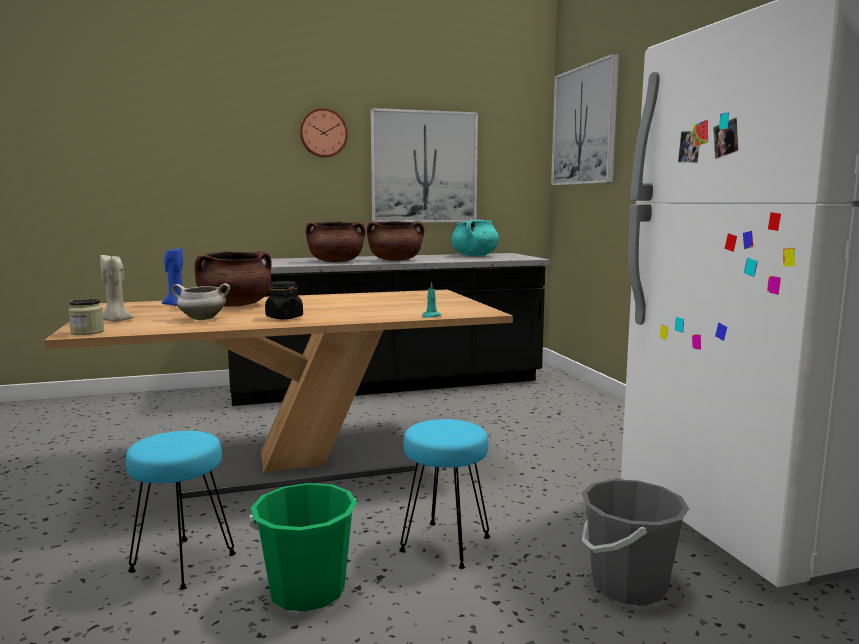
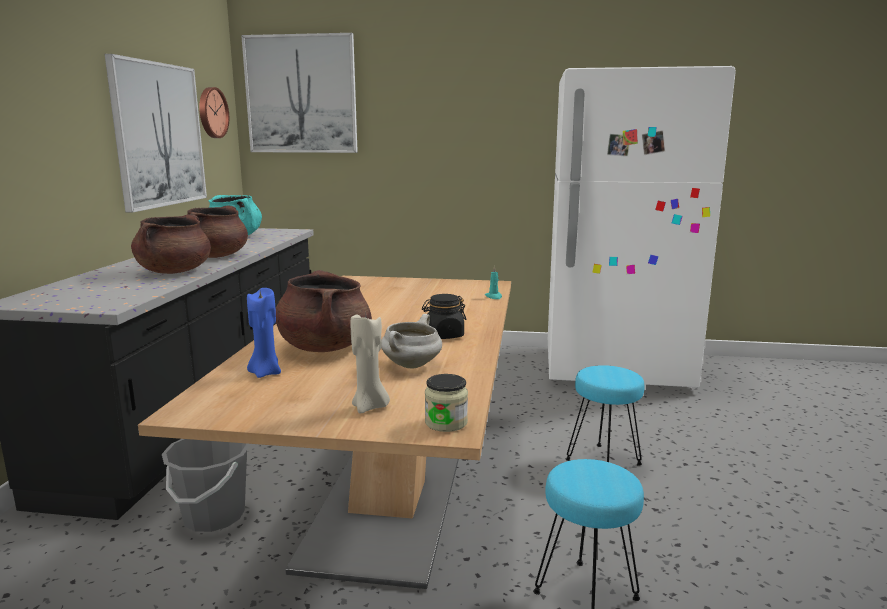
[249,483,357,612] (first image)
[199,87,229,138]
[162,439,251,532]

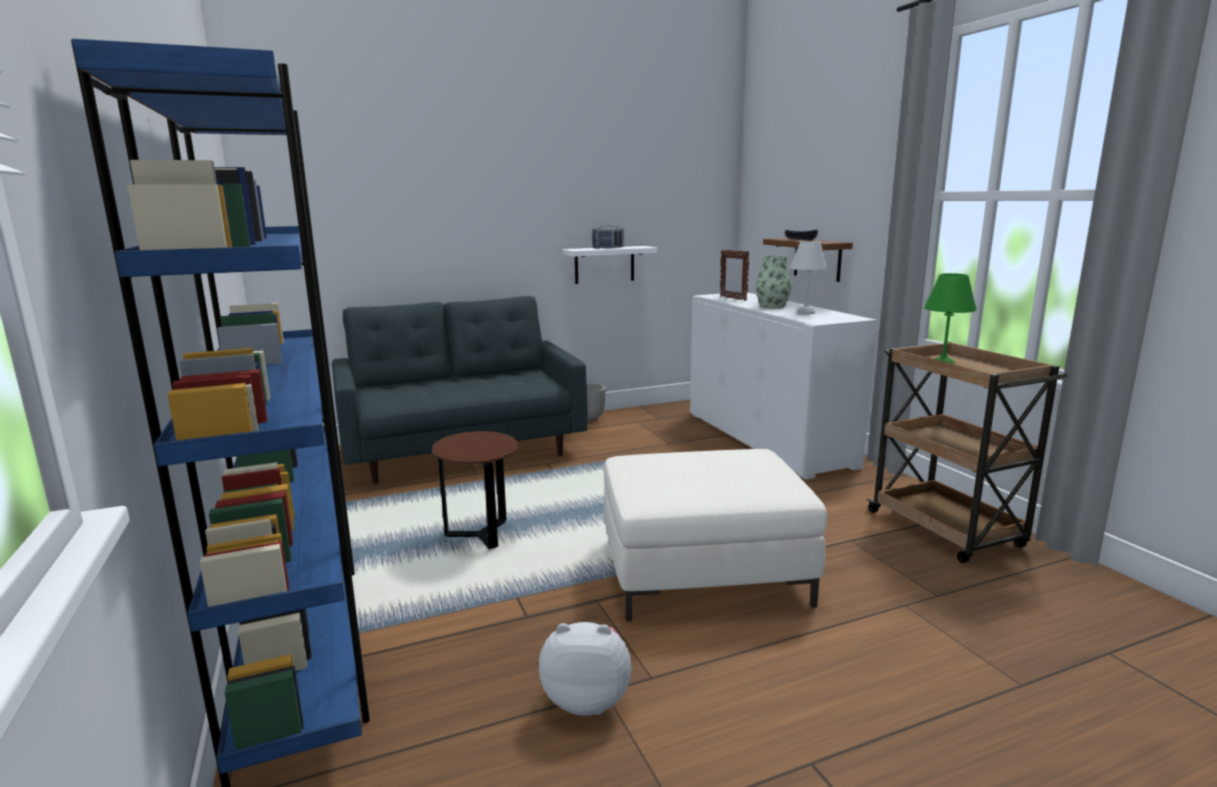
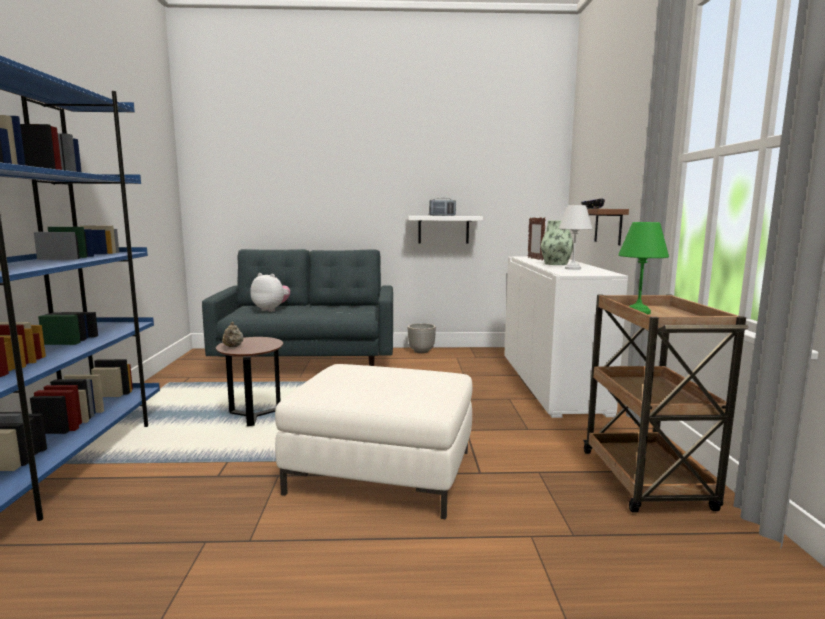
[250,273,290,312]
[222,322,243,347]

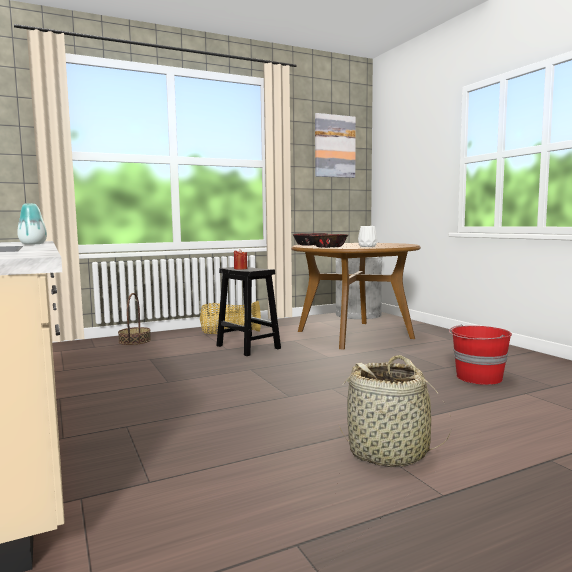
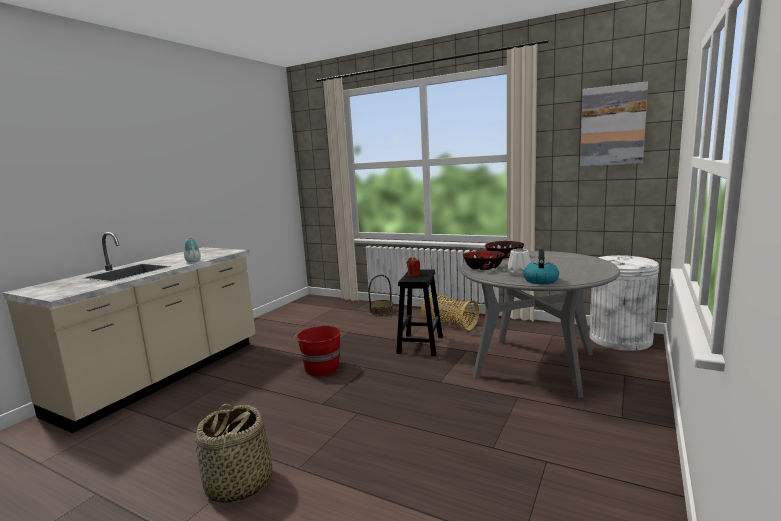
[460,251,620,398]
[294,325,341,376]
[523,249,559,284]

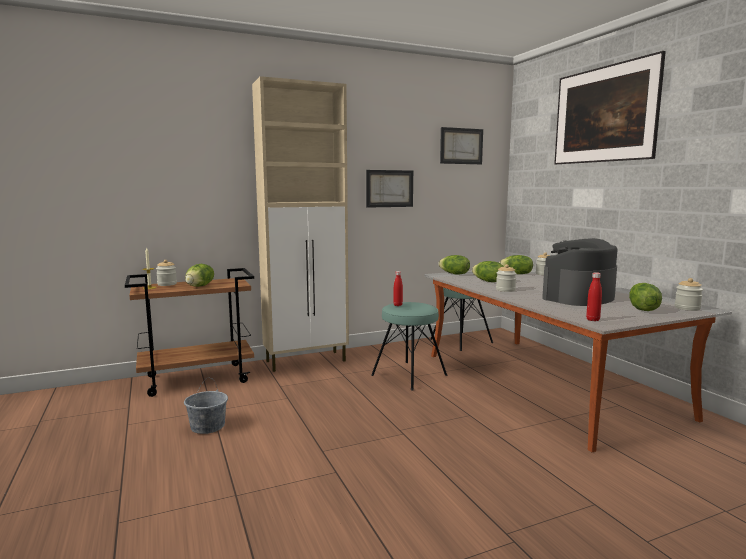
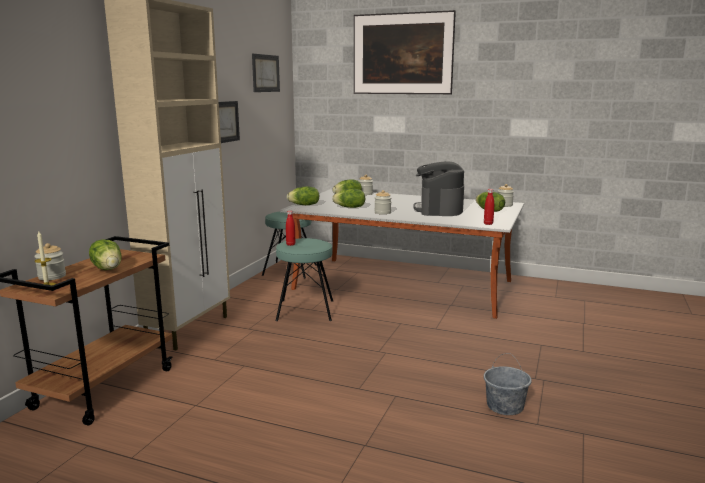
[484,353,532,415]

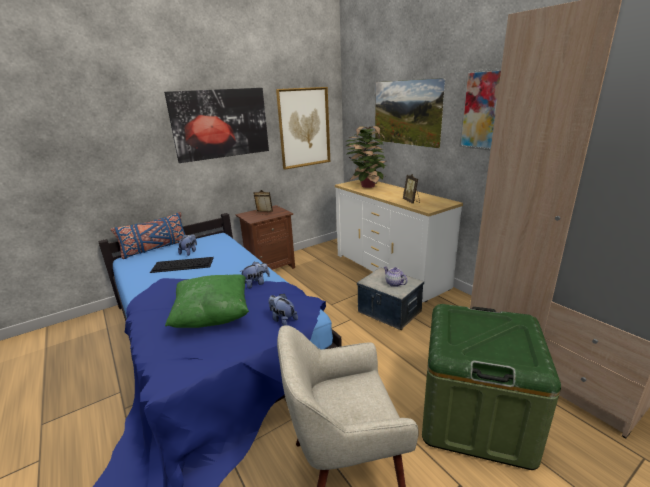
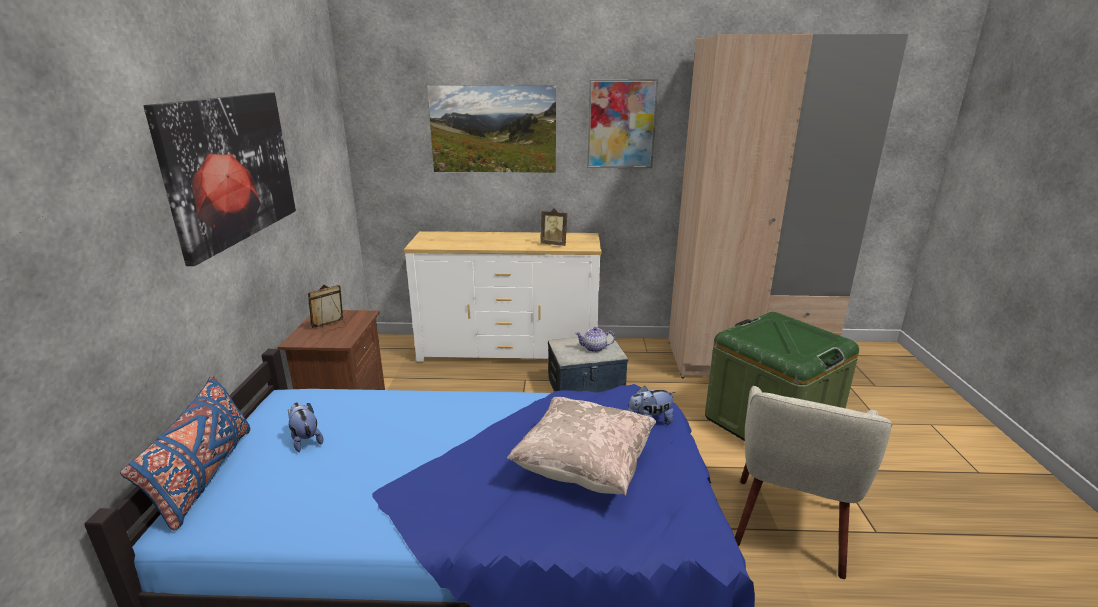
[150,257,214,273] (first image)
[507,397,656,496]
[239,262,270,289] (first image)
[276,87,330,170] (first image)
[345,126,387,188] (first image)

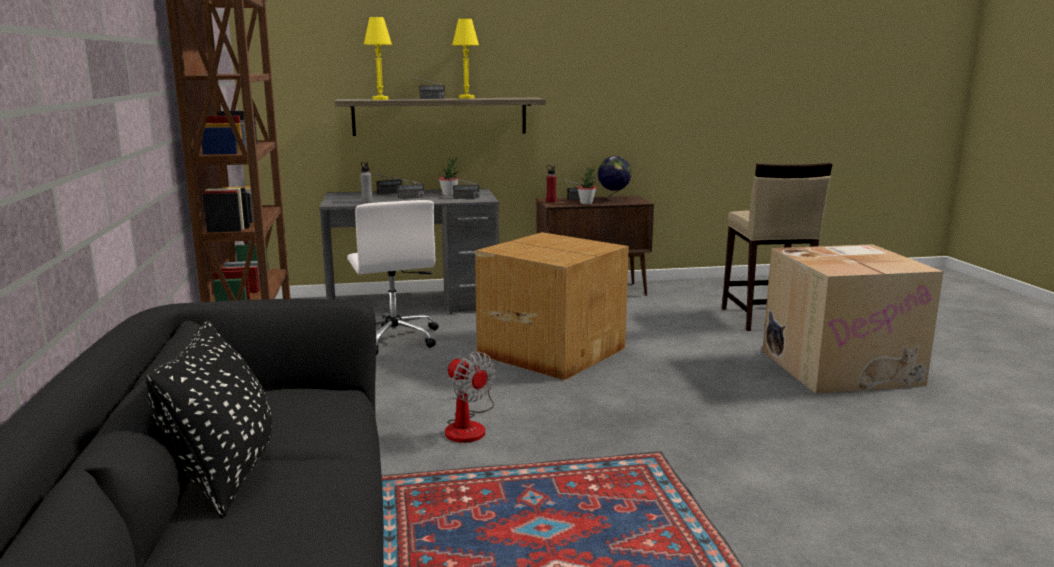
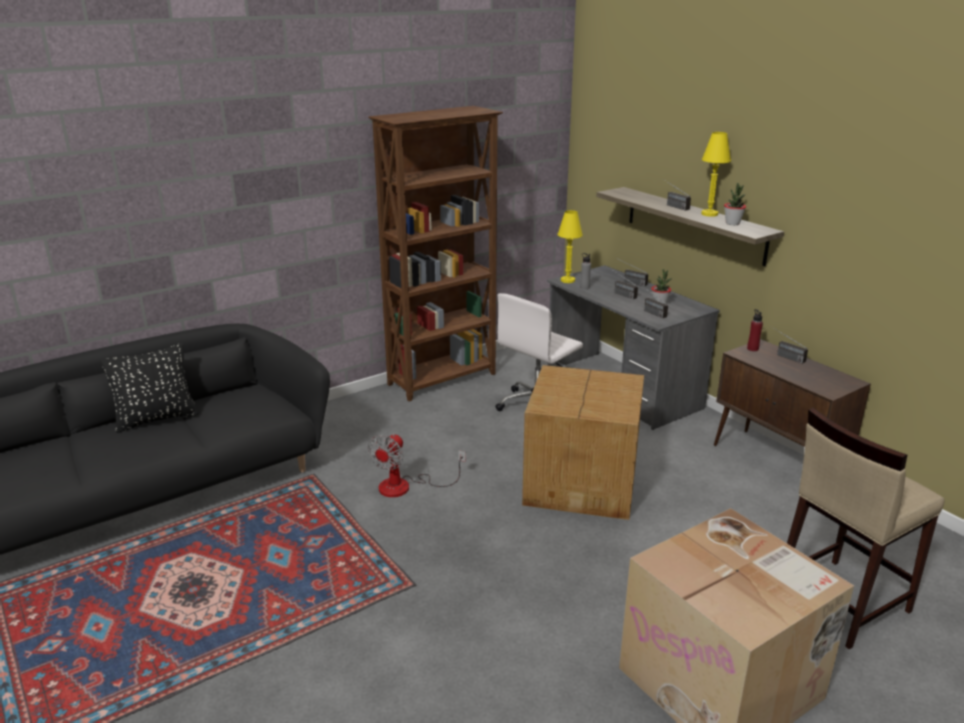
[558,210,583,283]
[724,183,746,225]
[598,156,632,201] (first image)

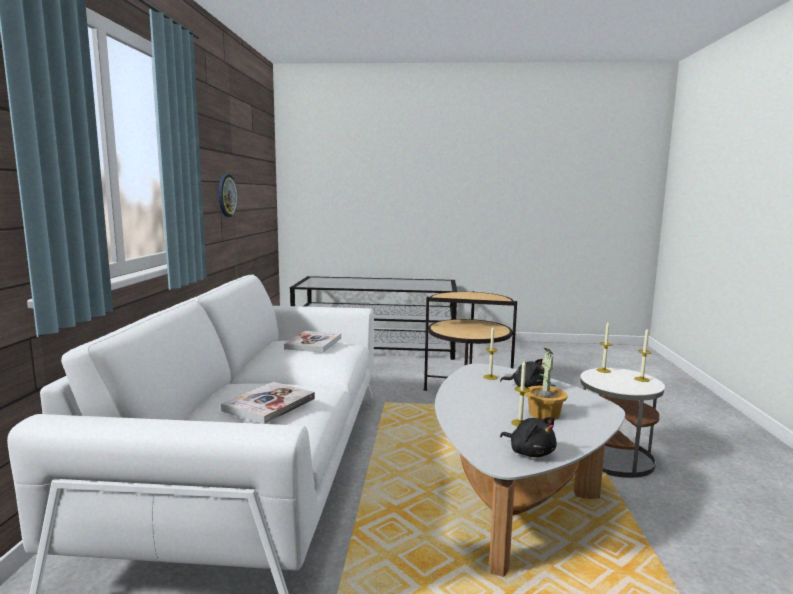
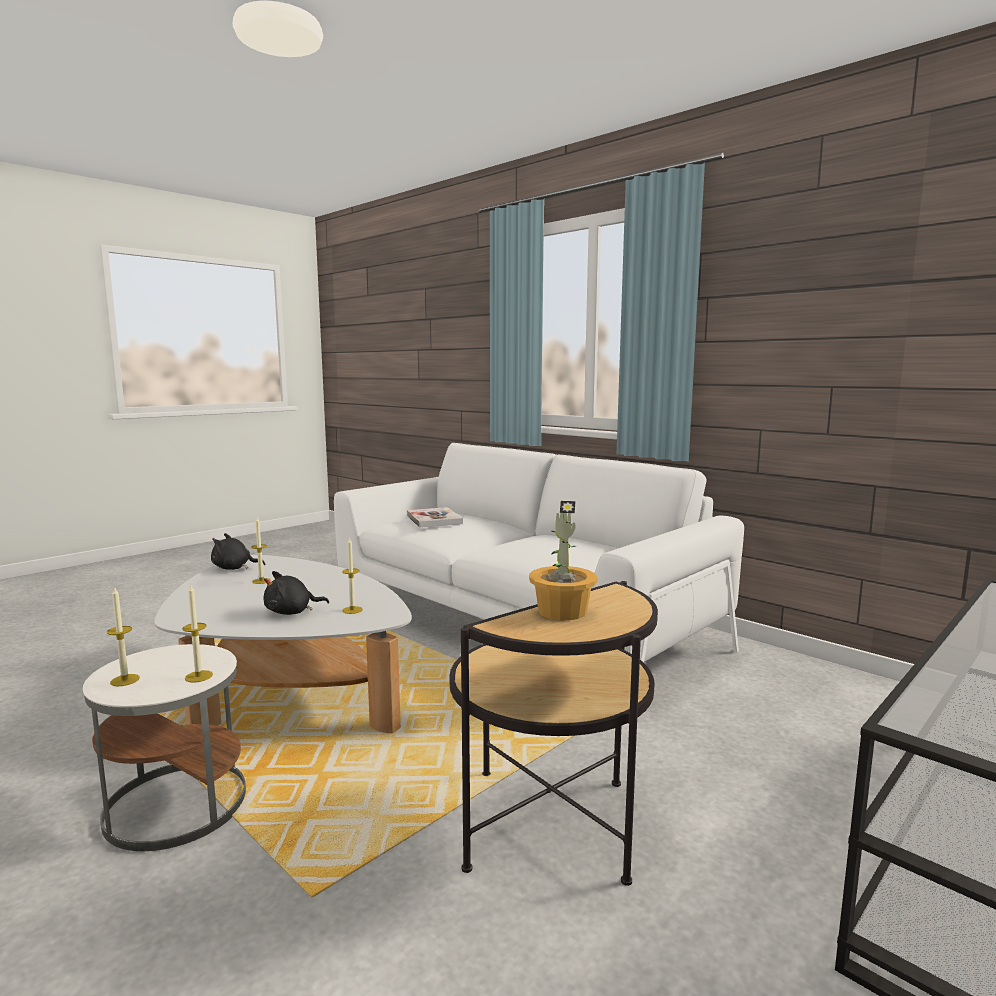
[218,174,238,217] (first image)
[284,331,341,353] (first image)
[529,501,598,620]

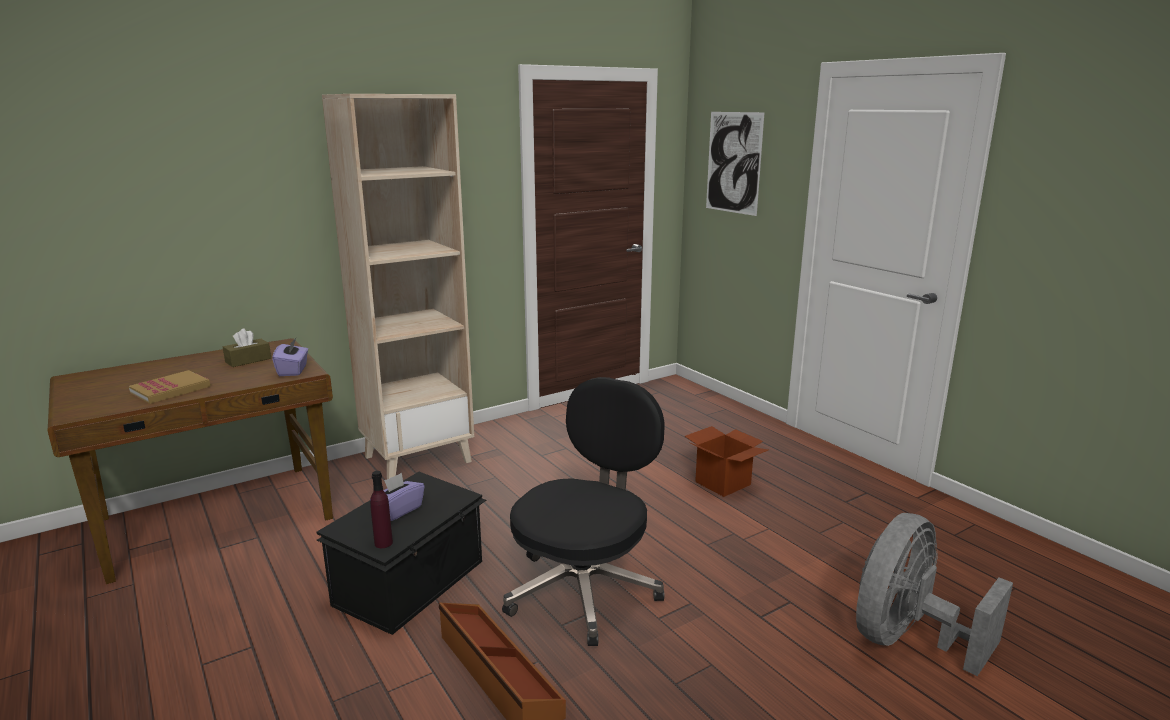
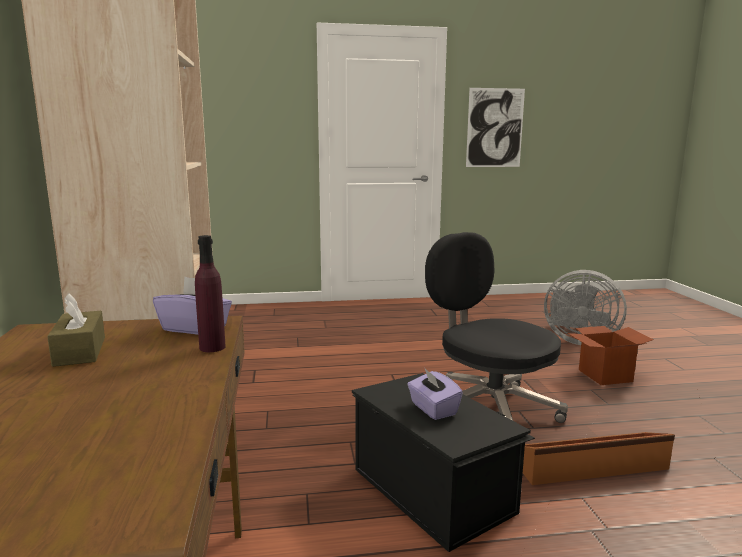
[129,370,211,404] (first image)
[195,235,226,352]
[567,326,654,385]
[466,88,525,167]
[544,270,627,345]

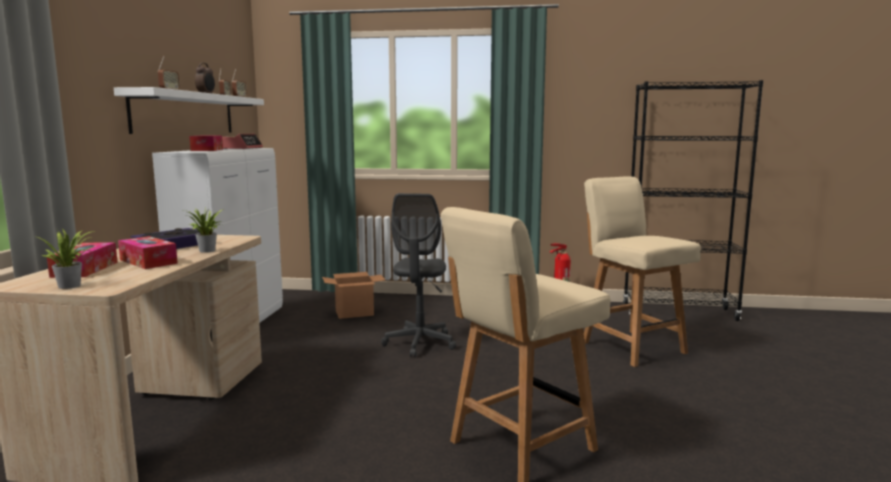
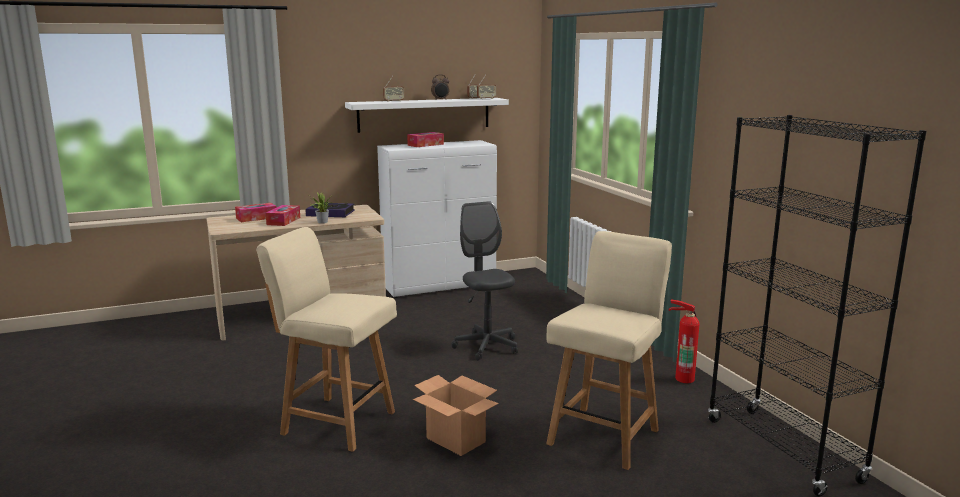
[37,229,95,289] (first image)
[222,134,263,149] (first image)
[413,375,499,456]
[451,201,518,361]

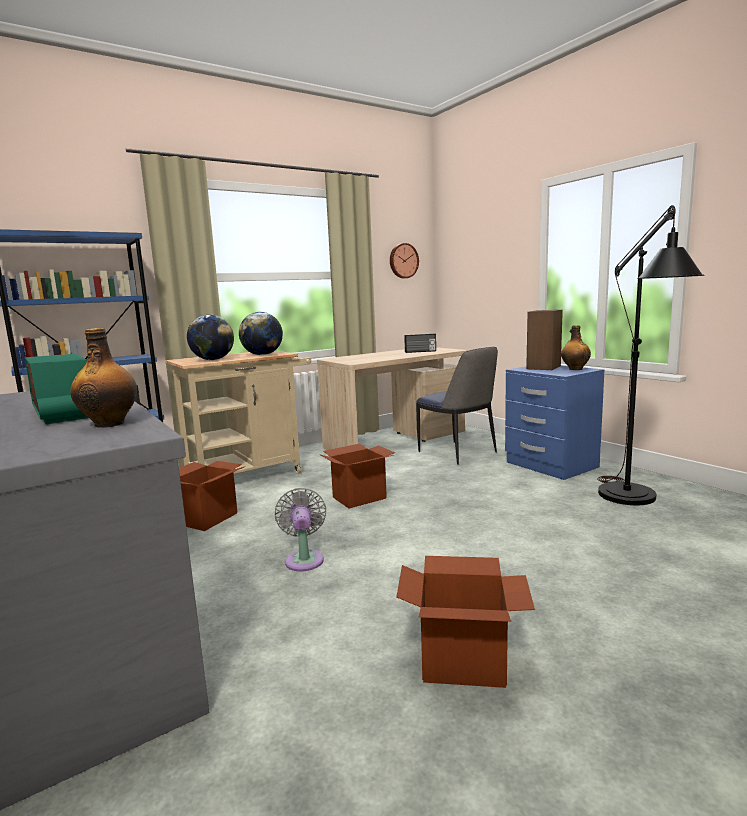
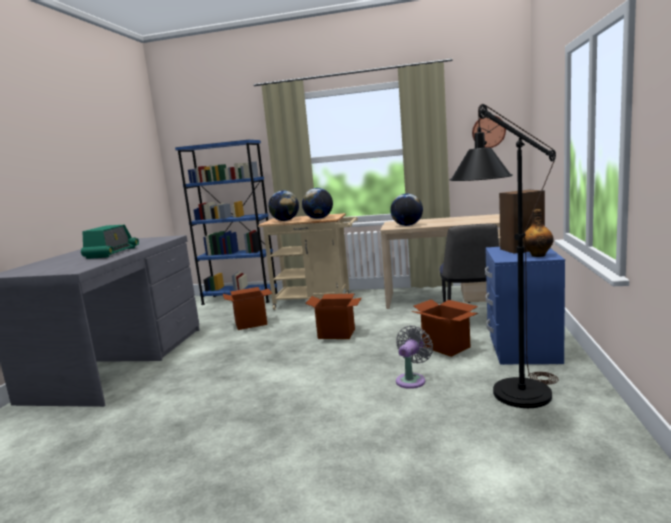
[70,328,137,428] (first image)
[396,325,433,389]
[411,299,478,357]
[404,334,436,353] (first image)
[390,194,423,226]

